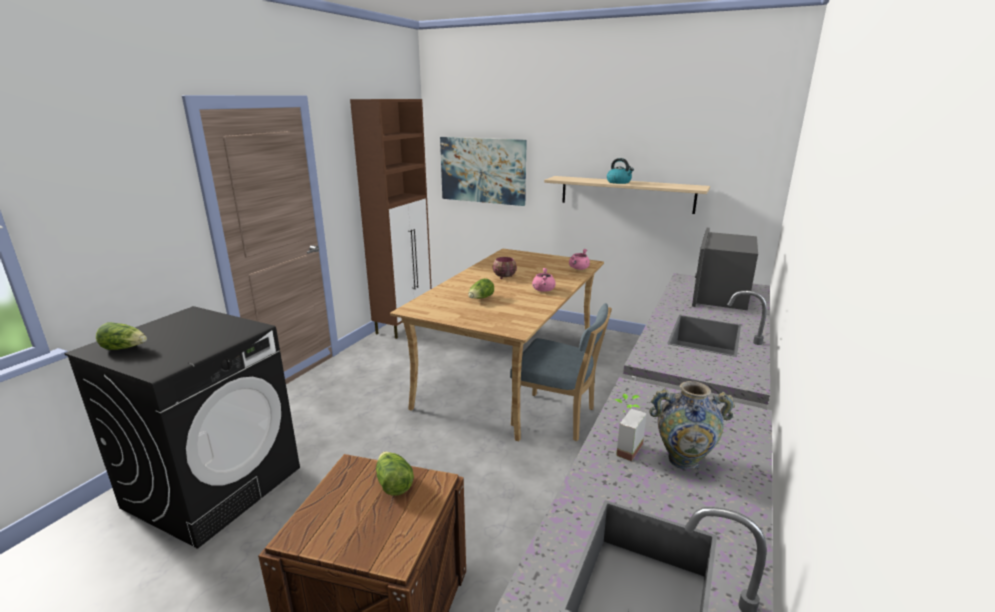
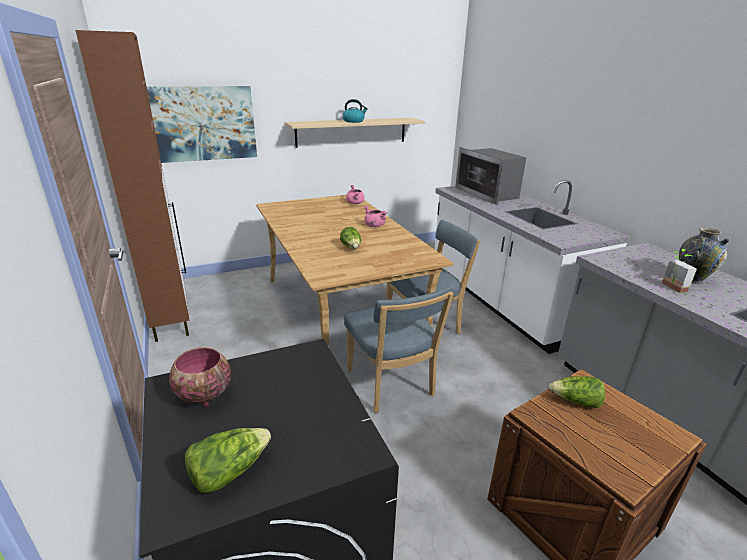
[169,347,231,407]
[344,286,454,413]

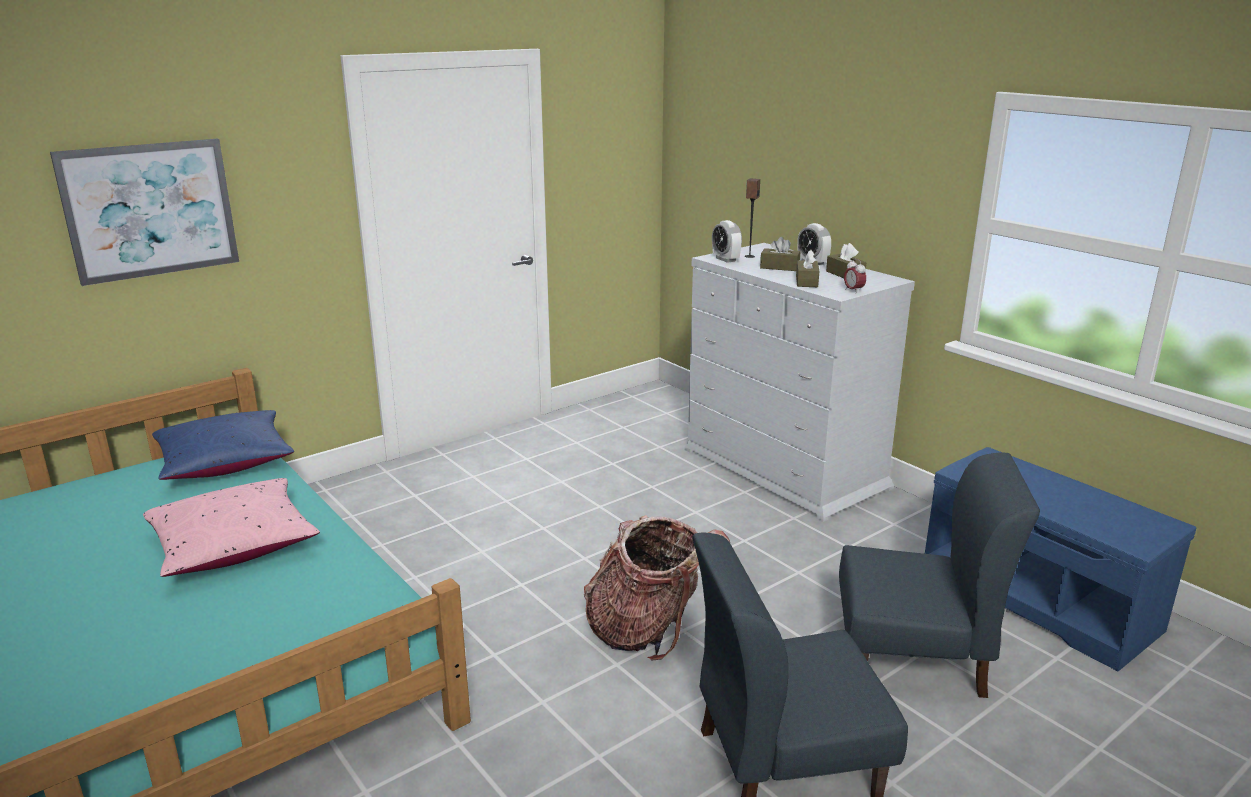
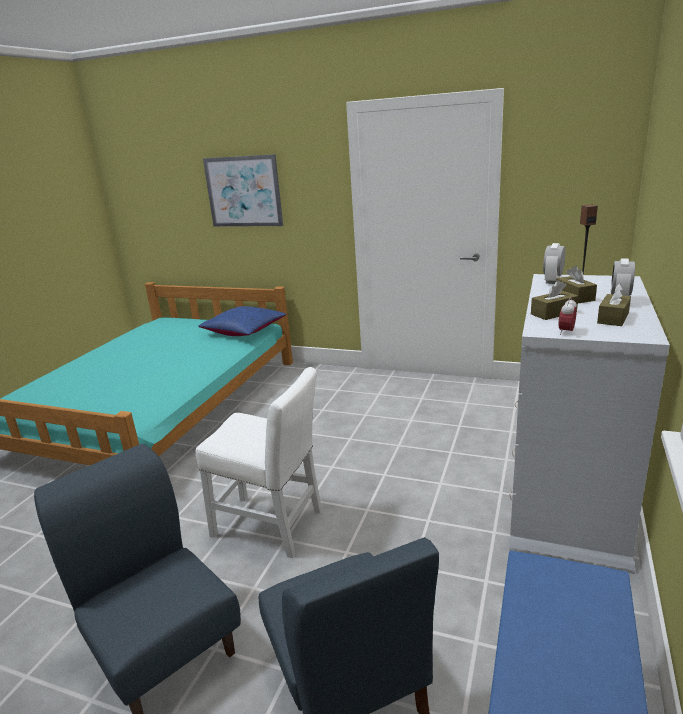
[143,478,320,577] (first image)
[195,367,322,558]

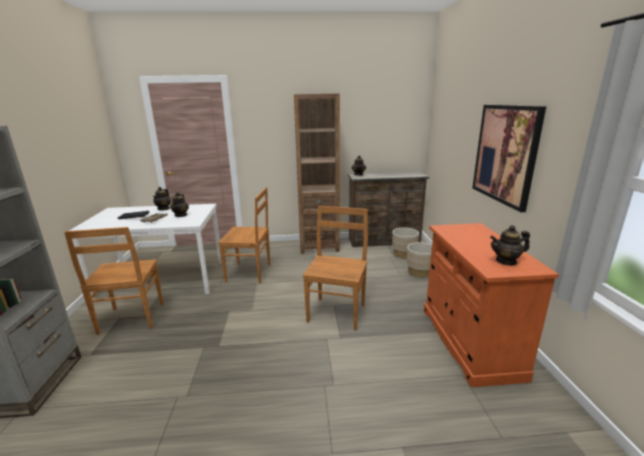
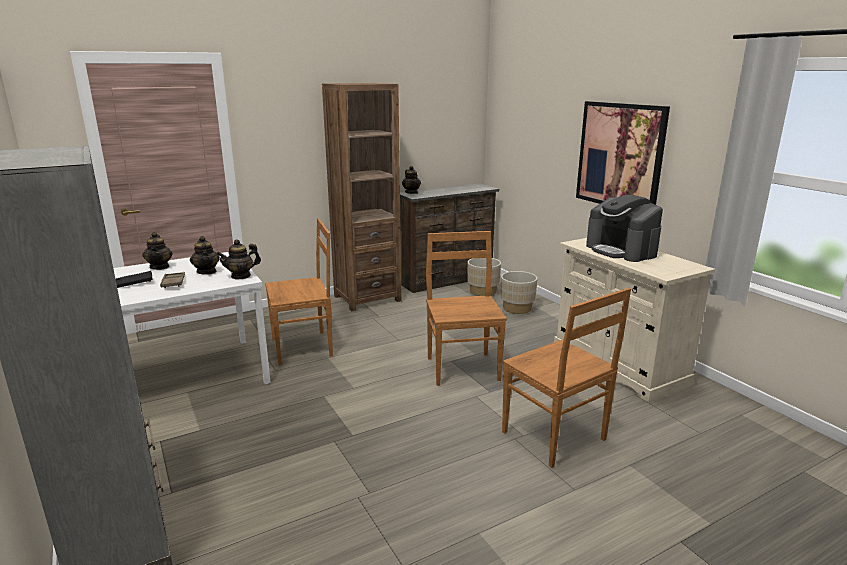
[502,288,631,468]
[554,238,715,403]
[217,239,261,280]
[586,195,663,262]

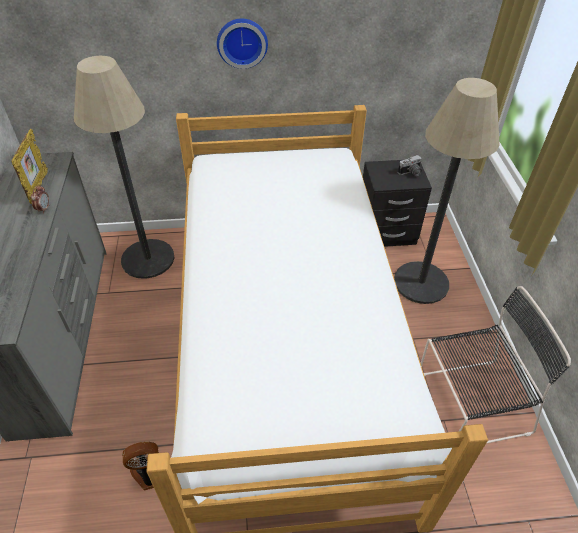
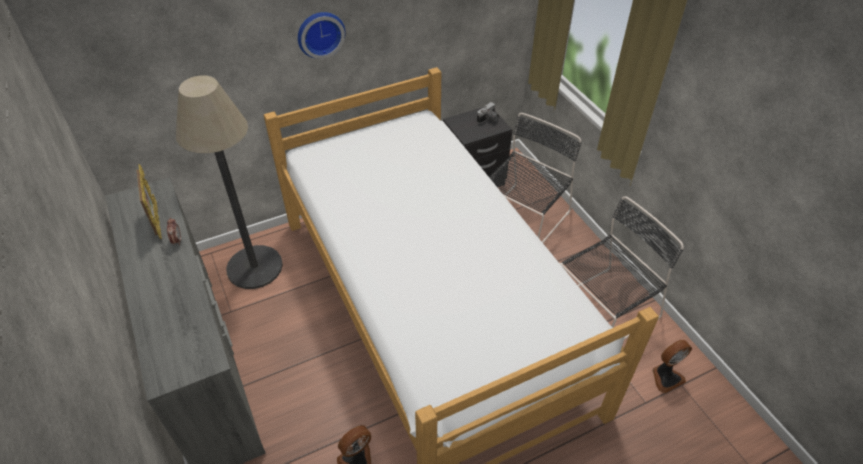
[489,113,581,243]
[652,340,692,394]

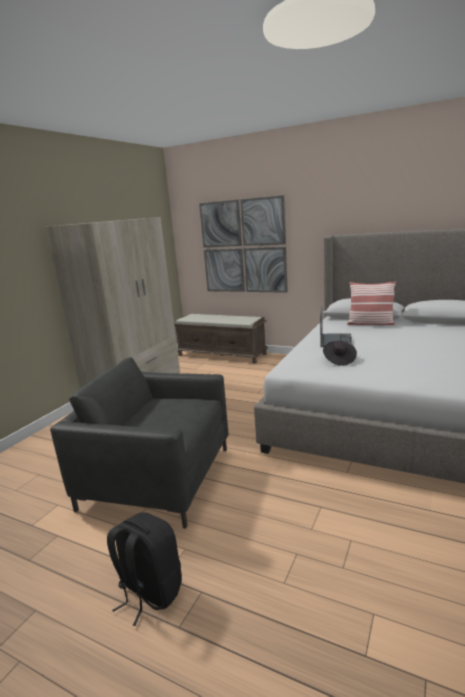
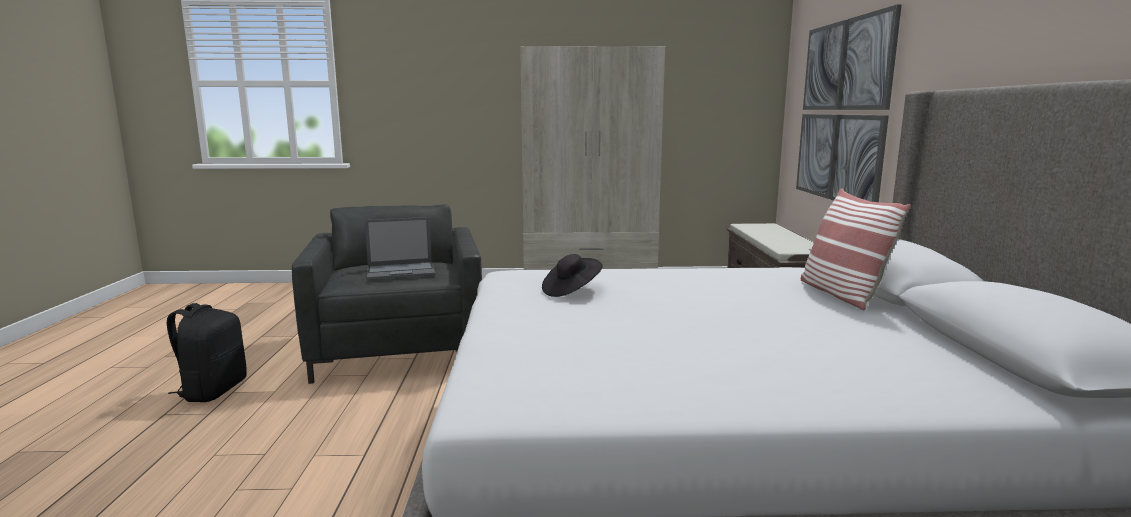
[364,217,435,280]

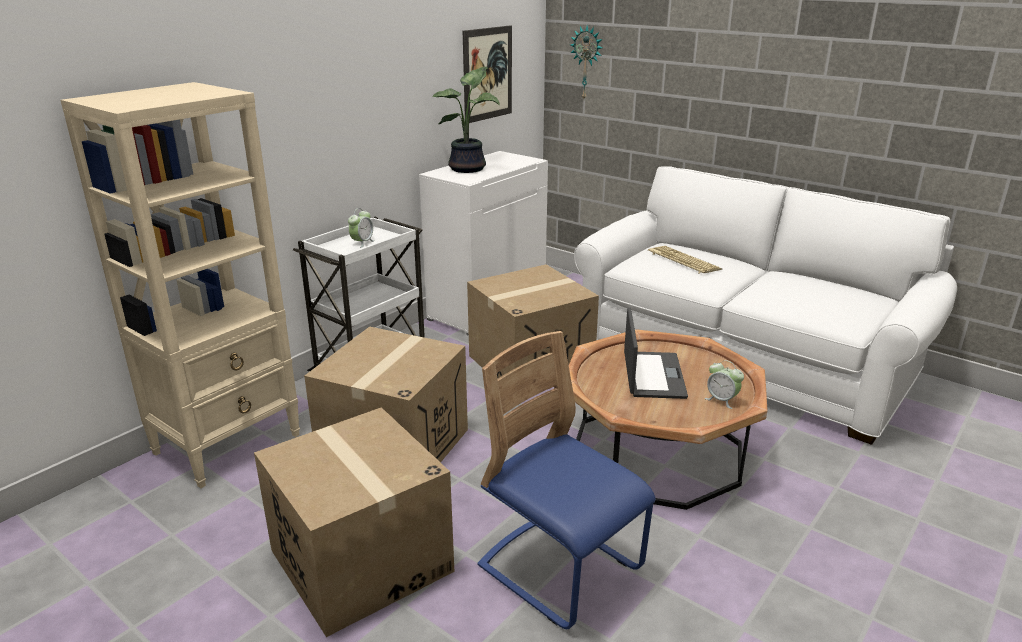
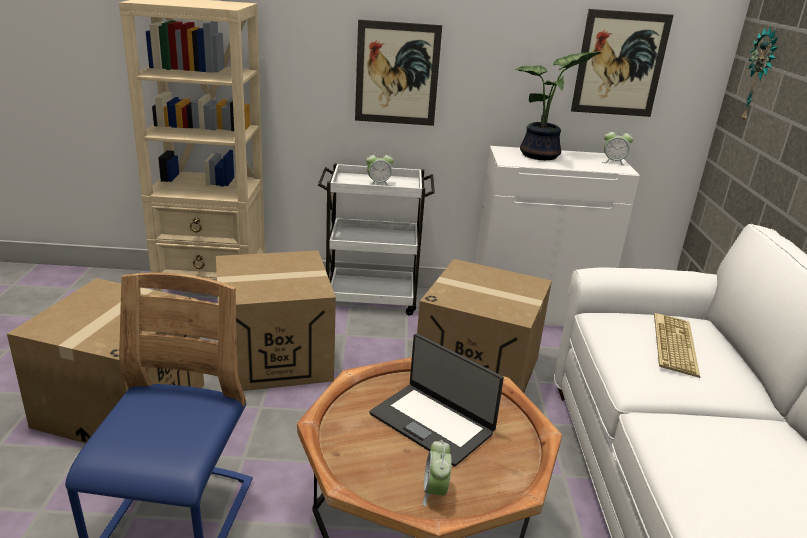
[369,333,504,467]
[355,19,442,126]
[602,128,633,166]

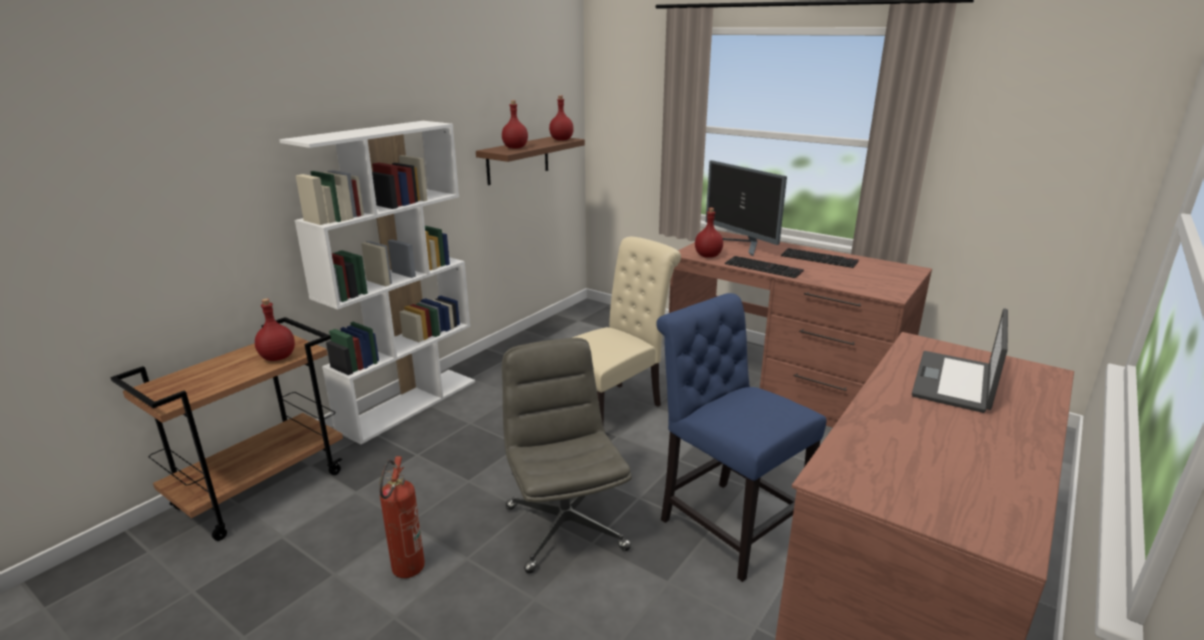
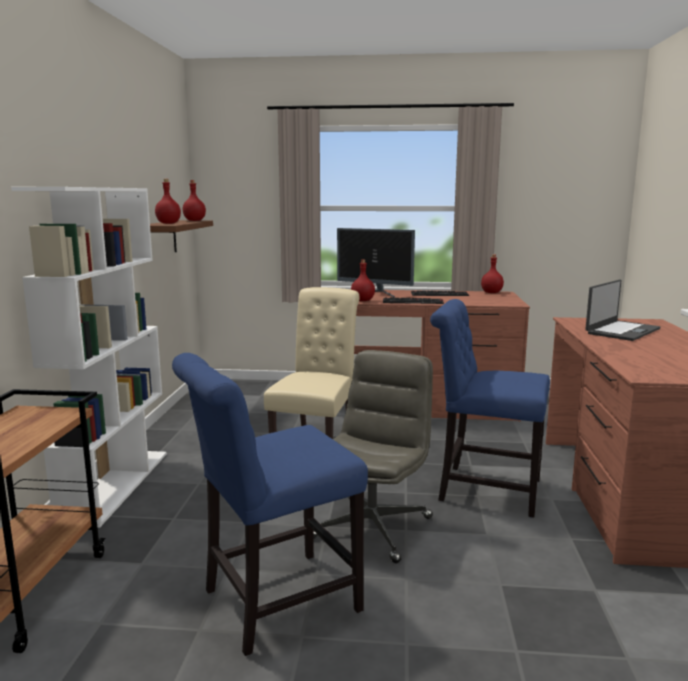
[481,255,504,293]
[172,353,368,656]
[314,350,433,563]
[585,280,660,341]

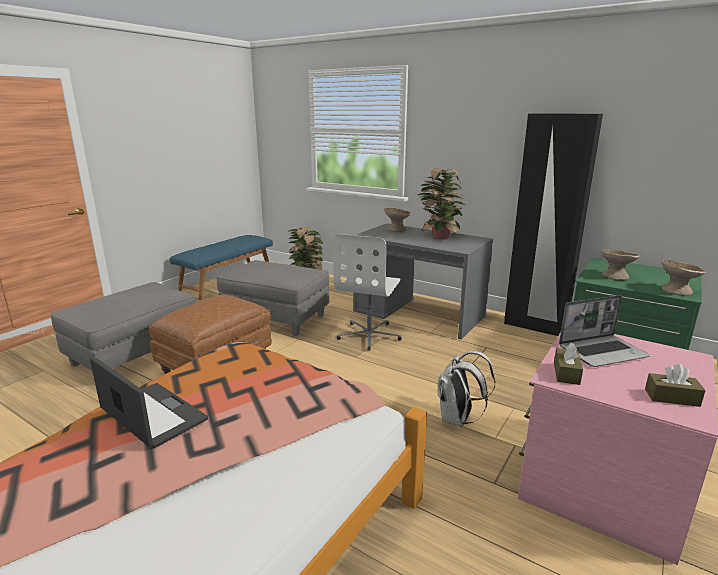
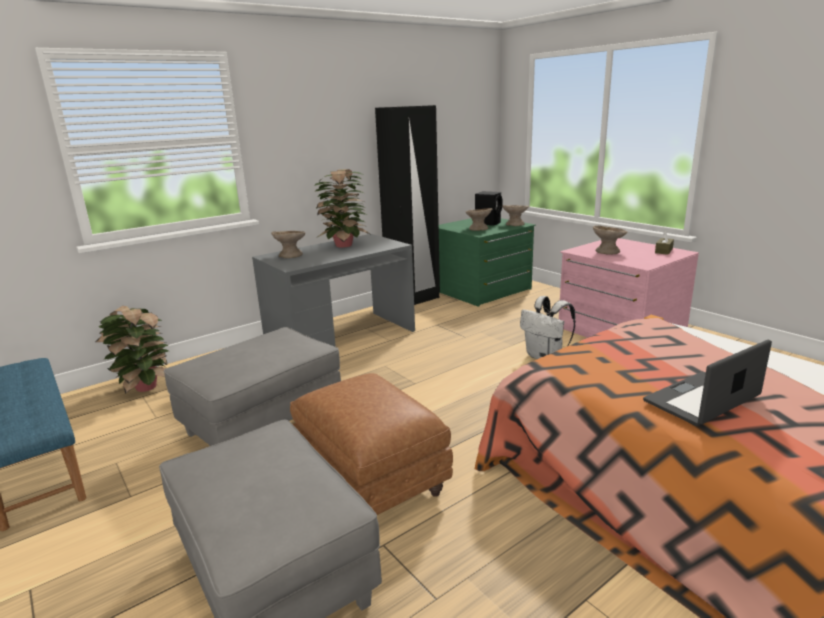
[333,234,402,351] (first image)
[554,343,583,385] (first image)
[593,225,627,254]
[475,191,503,226]

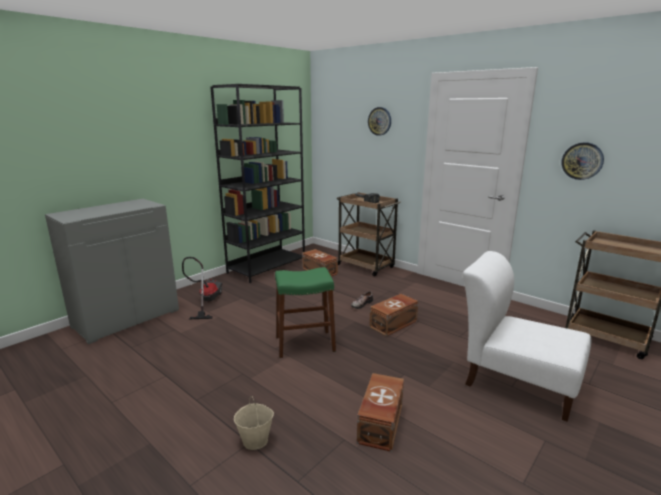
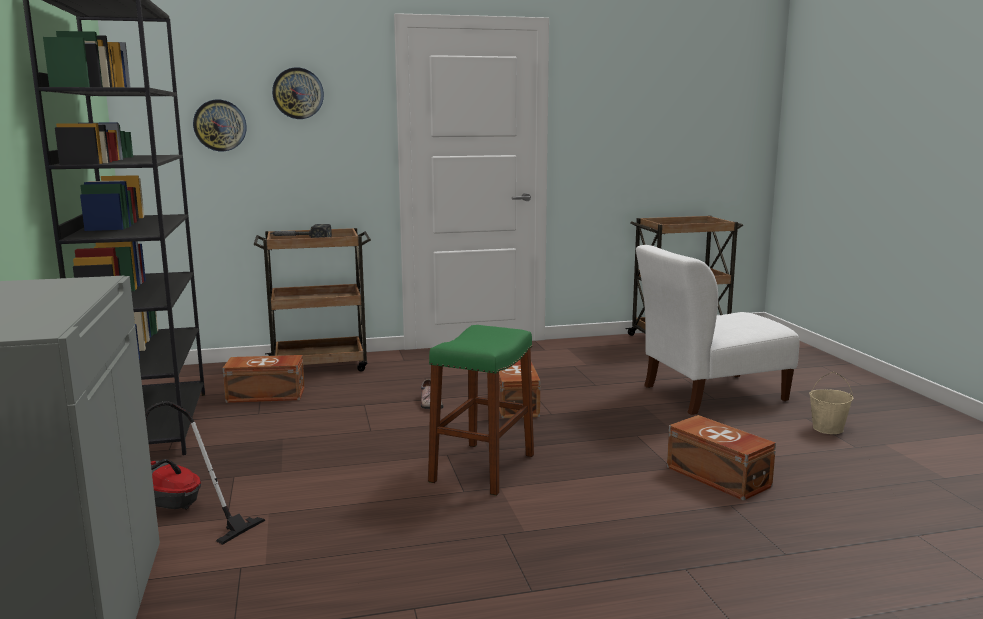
[809,372,853,434]
[193,100,247,151]

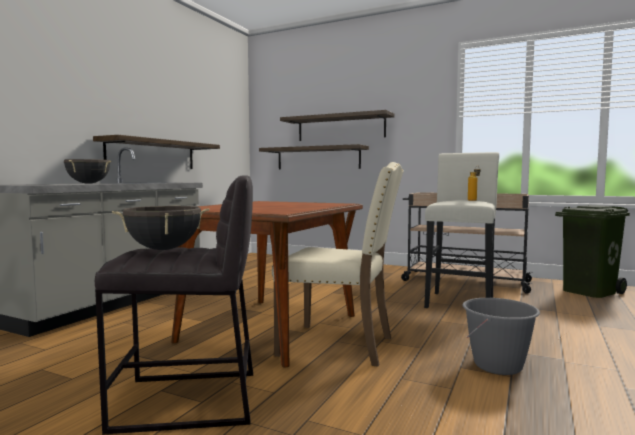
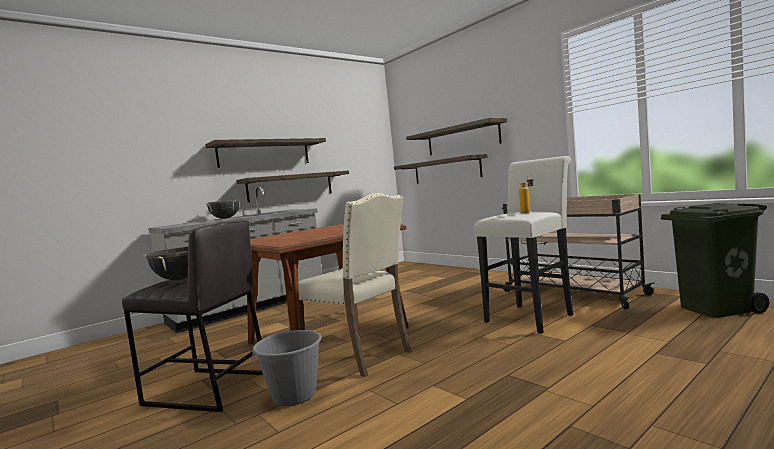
[252,330,322,406]
[205,138,326,168]

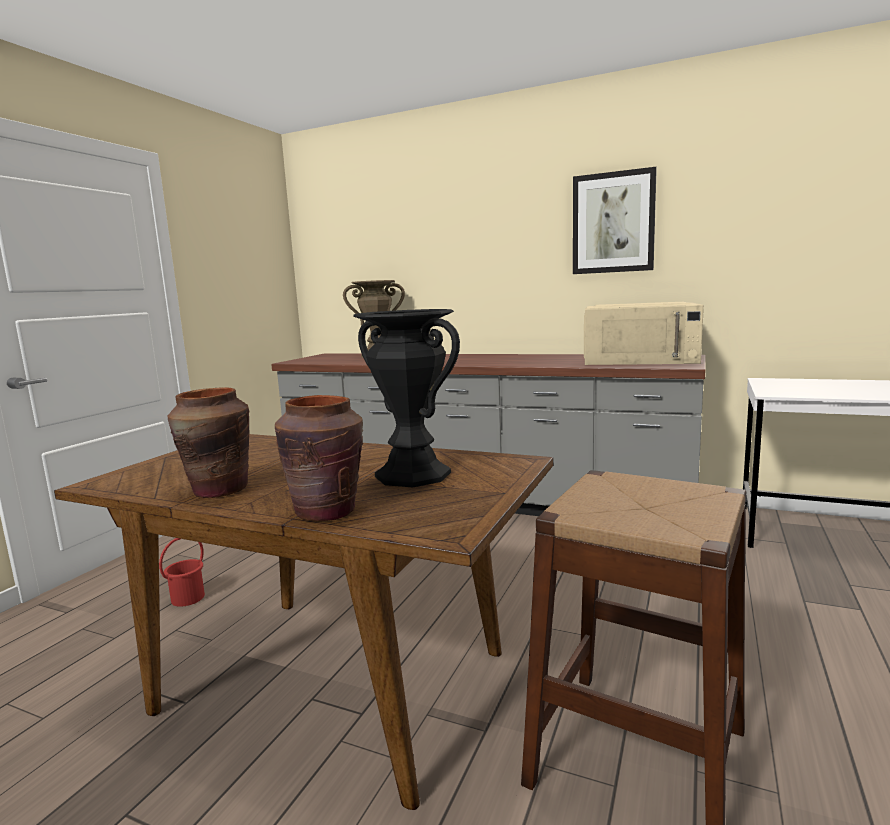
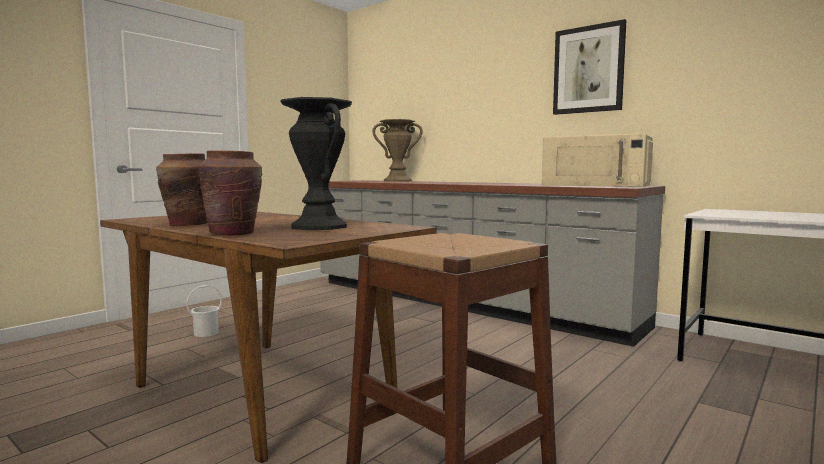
[186,285,222,337]

